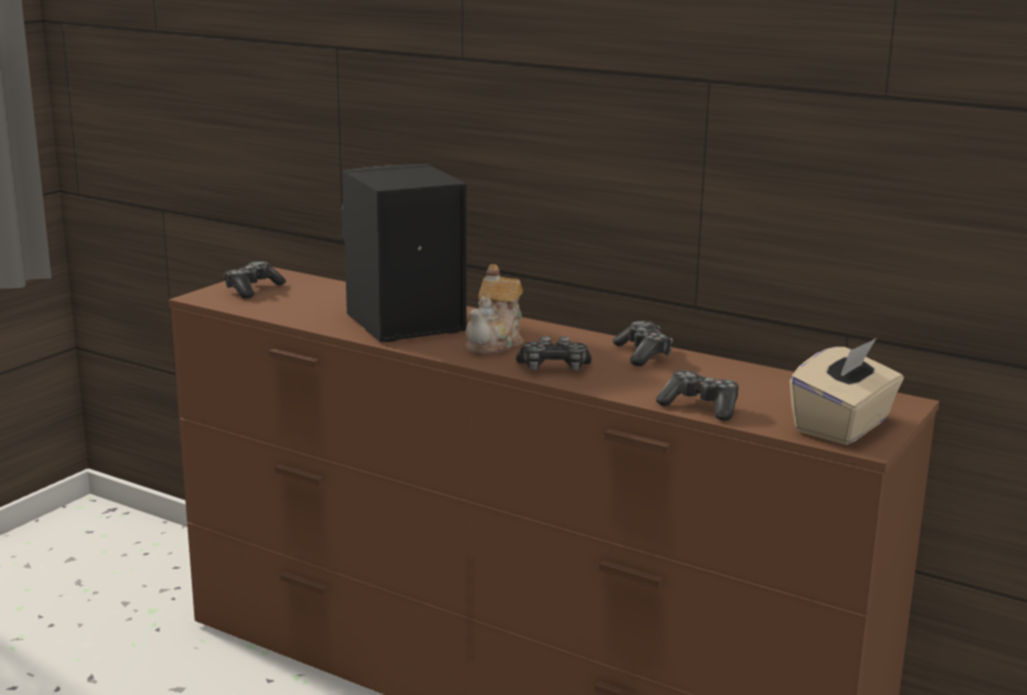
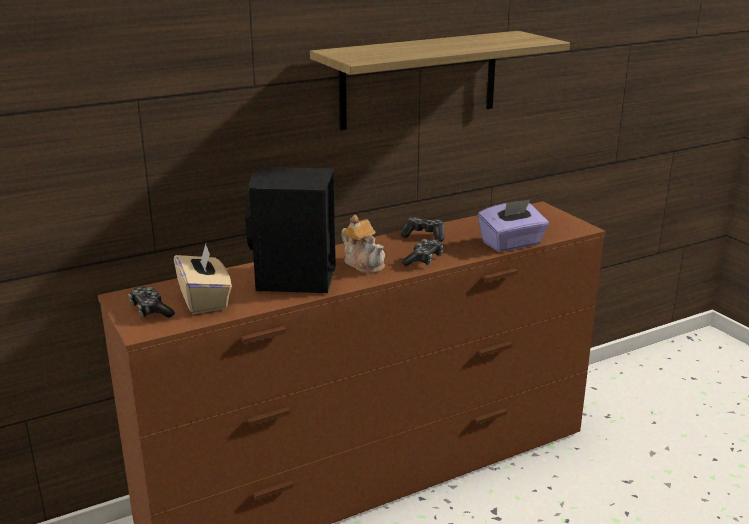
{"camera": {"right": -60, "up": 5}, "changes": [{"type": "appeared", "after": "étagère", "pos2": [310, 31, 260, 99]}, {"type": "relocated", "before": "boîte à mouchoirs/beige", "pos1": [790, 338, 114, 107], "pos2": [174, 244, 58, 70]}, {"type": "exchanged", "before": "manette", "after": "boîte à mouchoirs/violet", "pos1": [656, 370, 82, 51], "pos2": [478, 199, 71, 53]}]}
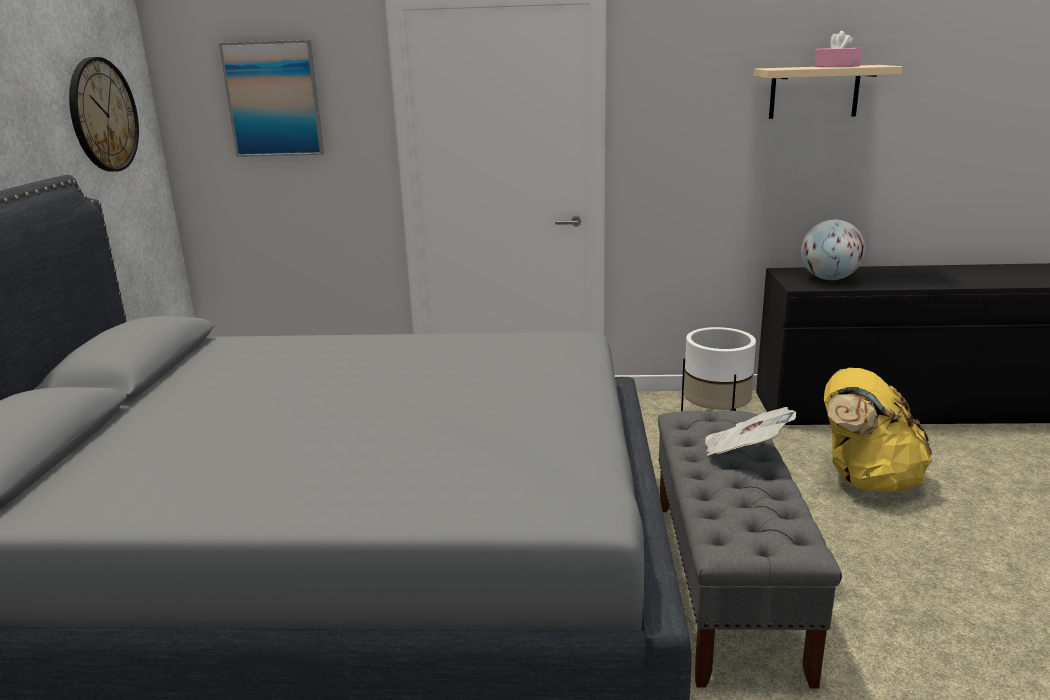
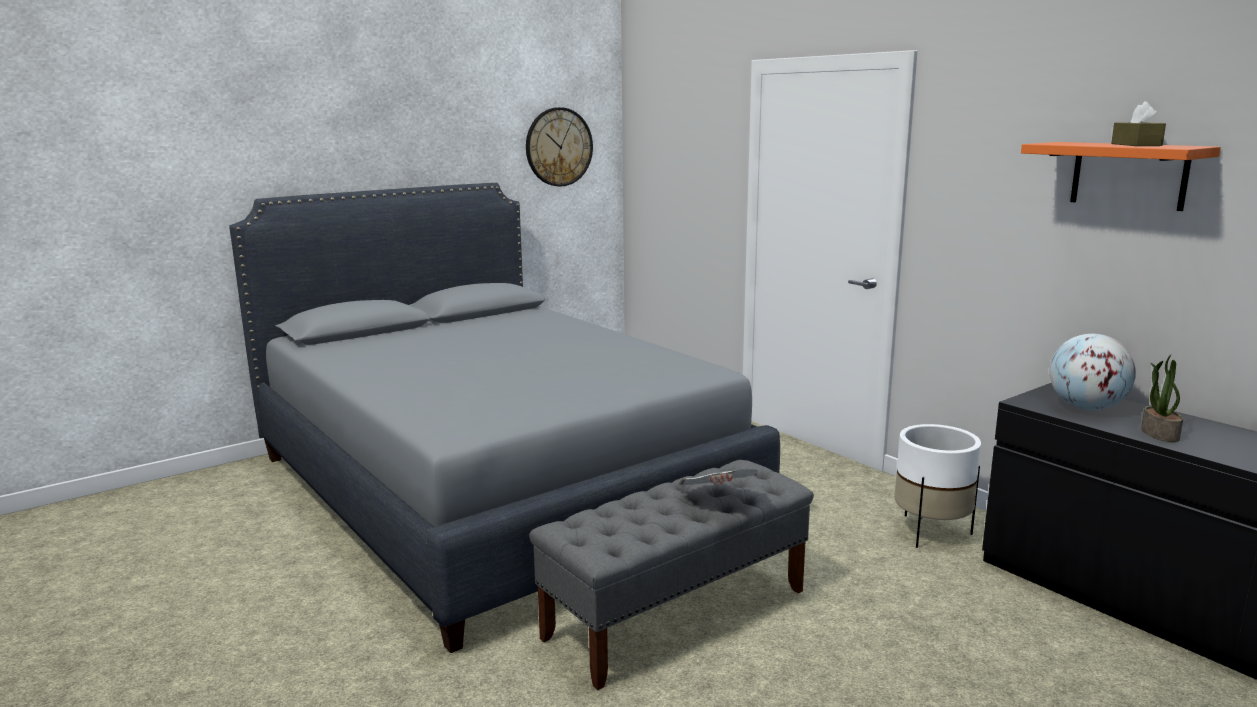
{"camera": {"right": 50, "up": -5}, "changes": [{"type": "missing", "before": "tableau", "pos1": [219, 40, 105, 117]}, {"type": "missing", "before": "sac à dos/jaune", "pos1": [824, 368, 108, 124]}, {"type": "appeared", "after": "plante en pot", "pos2": [1141, 355, 42, 87]}, {"type": "colour", "before": "étagère/beige", "after": "étagère/orange", "pos1": [754, 65, 148, 54], "pos2": [1021, 142, 200, 69]}, {"type": "colour", "before": "boîte à mouchoirs/rose", "after": "boîte à mouchoirs/marron", "pos1": [814, 31, 48, 36], "pos2": [1111, 101, 55, 45]}]}
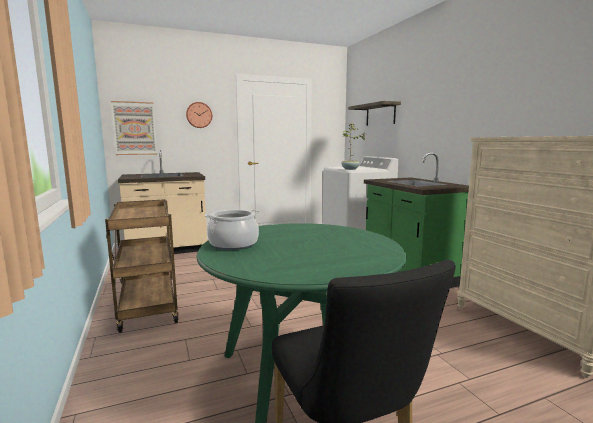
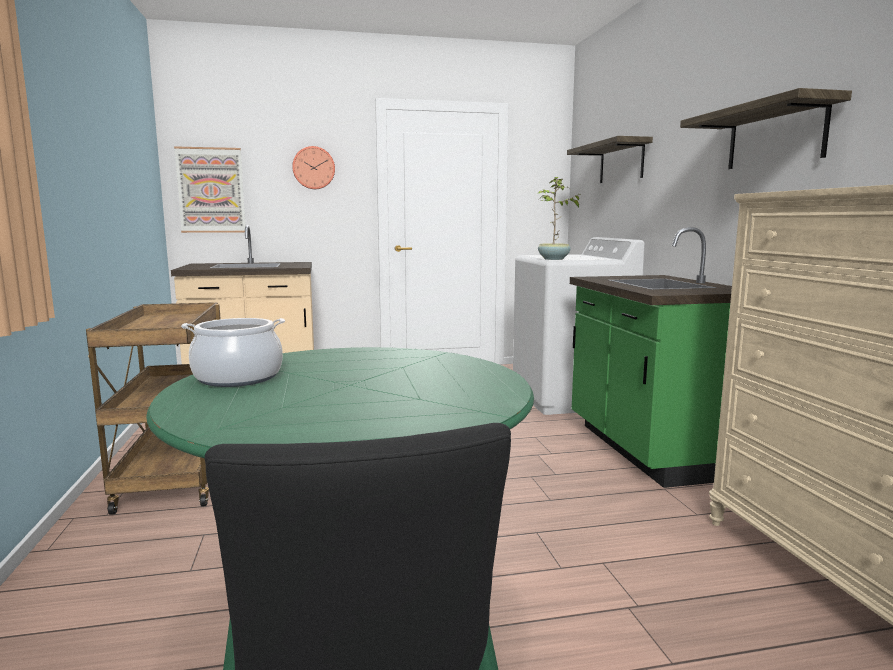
{"camera": {"right": 10, "up": 0}, "changes": [{"type": "appeared", "after": "étagère", "pos2": [680, 88, 172, 81]}]}
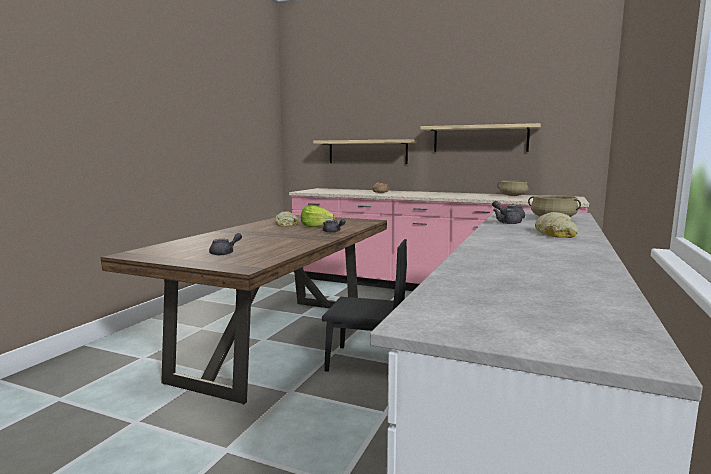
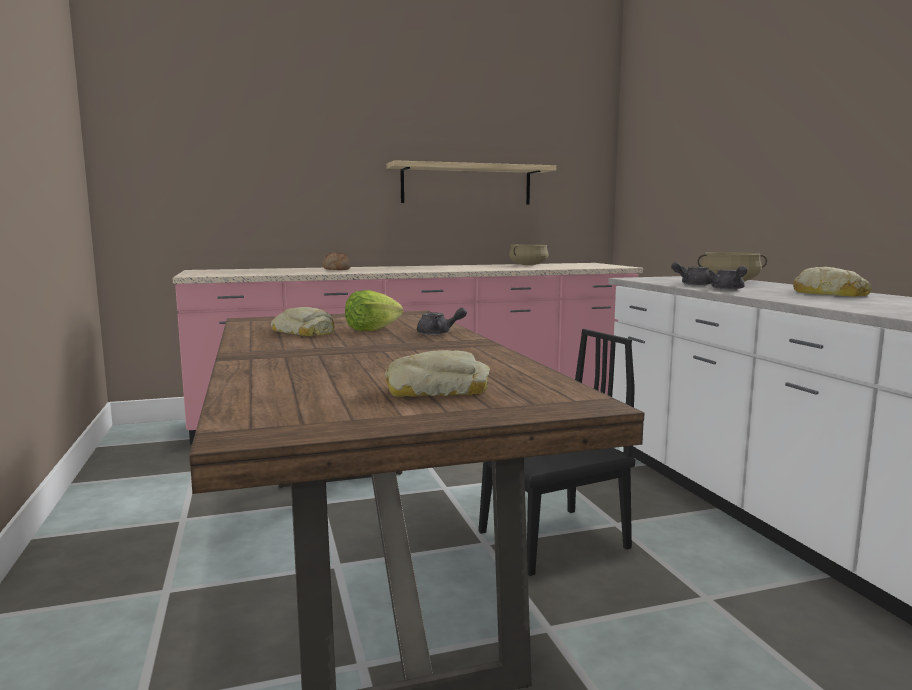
{"camera": {"right": -40, "up": 0}, "changes": [{"type": "missing", "before": "étagère", "pos1": [313, 139, 104, 25]}, {"type": "exchanged", "before": "théière/gris", "after": "pain", "pos1": [209, 233, 33, 22], "pos2": [385, 350, 105, 47]}]}
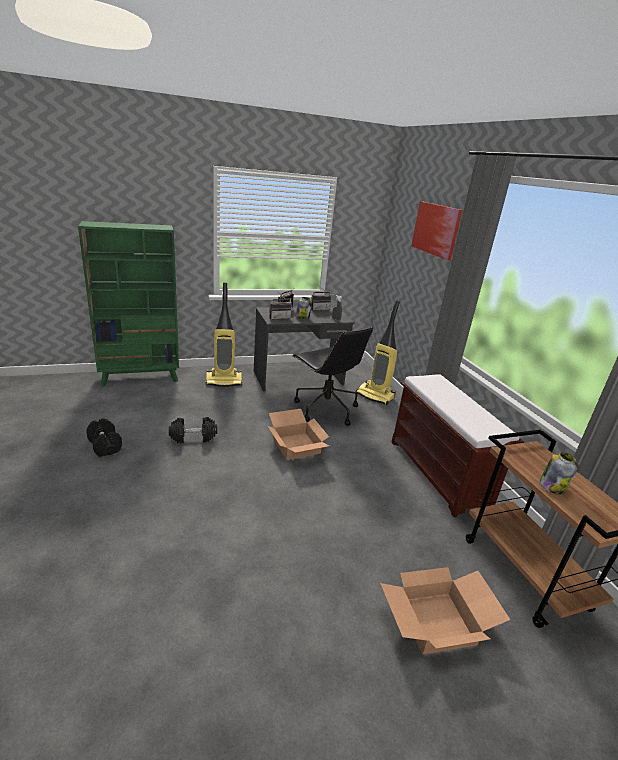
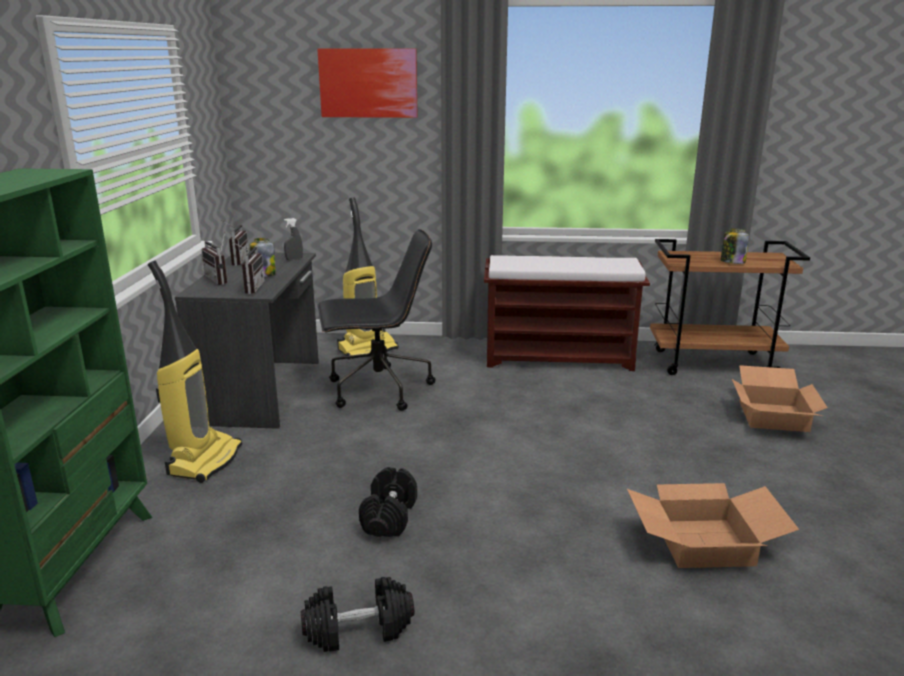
{"camera": {"right": -65, "up": -5}, "changes": [{"type": "relocated", "before": "carton", "pos1": [268, 409, 62, 51], "pos2": [627, 483, 172, 85]}]}
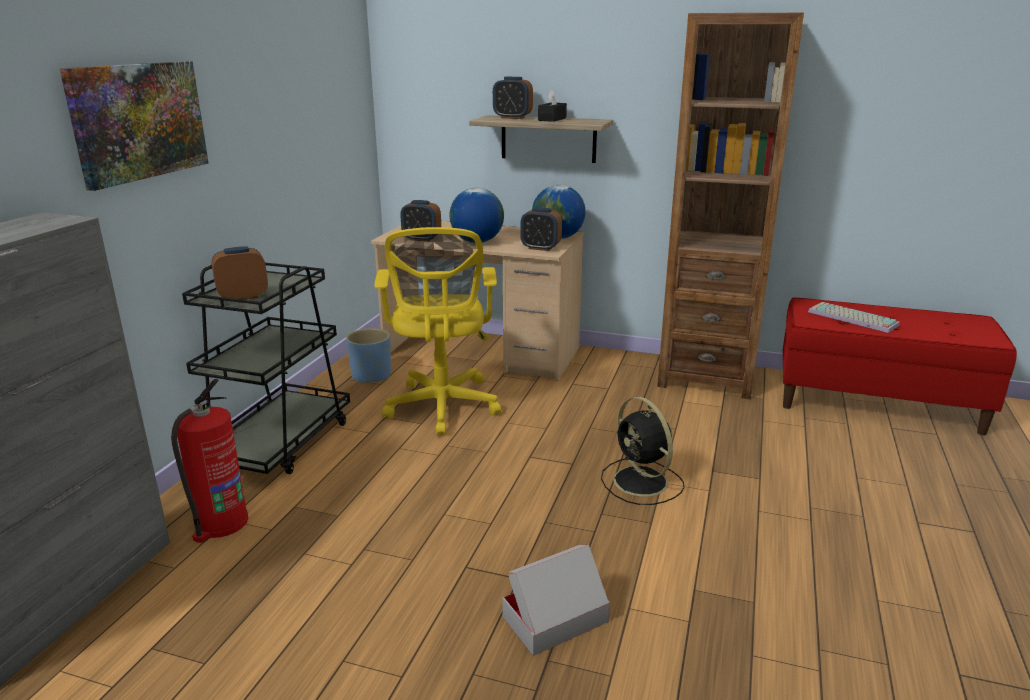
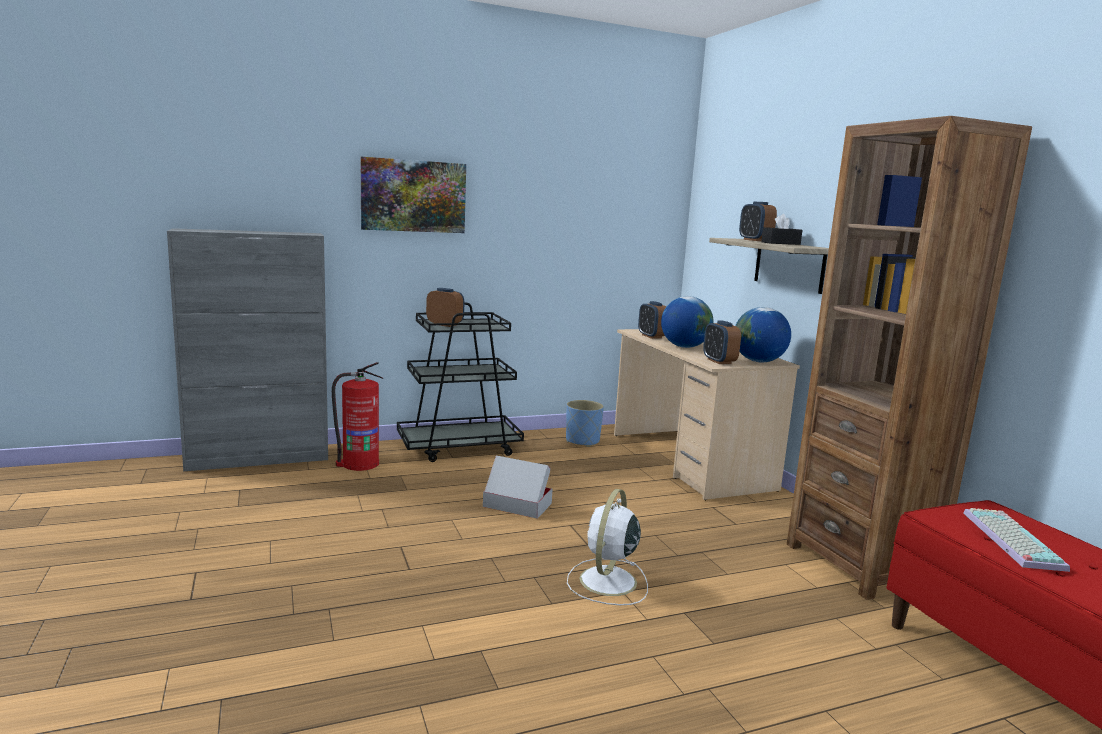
{"camera": {"right": 50, "up": -10}, "changes": [{"type": "missing", "before": "chaise de bureau/jaune", "pos1": [374, 227, 127, 209]}, {"type": "relocated", "before": "carton", "pos1": [502, 545, 108, 111], "pos2": [483, 456, 70, 63]}, {"type": "colour", "before": "ventilateur/noir", "after": "ventilateur/blanc", "pos1": [601, 397, 83, 108], "pos2": [567, 489, 81, 116]}]}
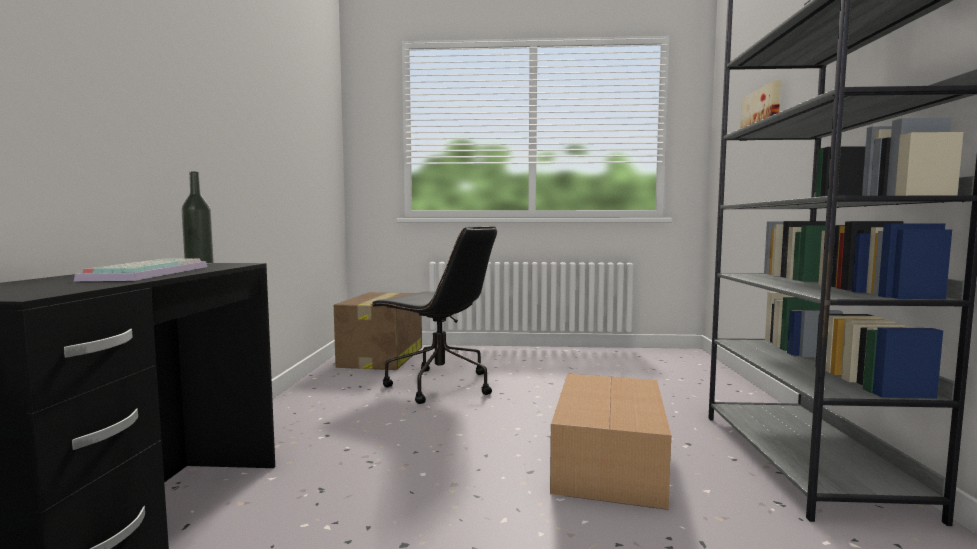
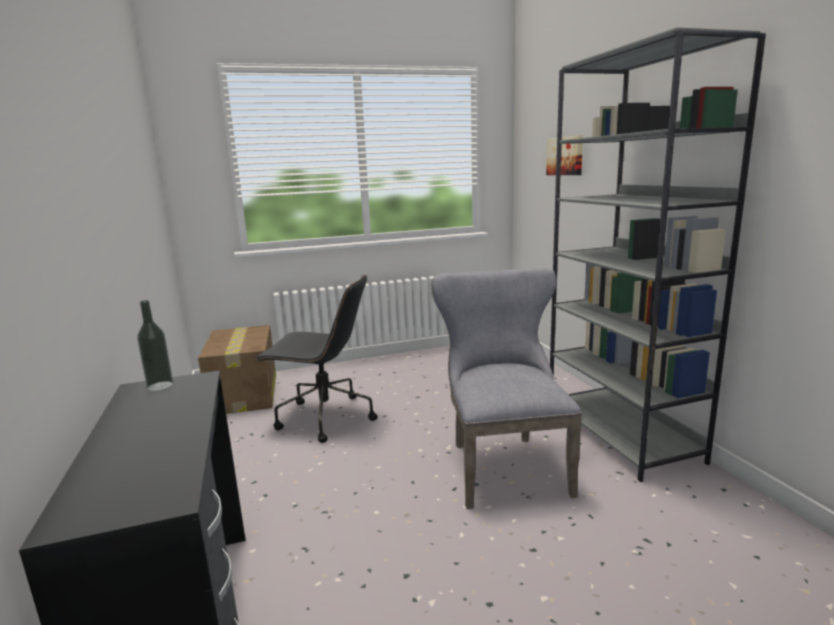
{"camera": {"right": -20, "up": 10}, "changes": [{"type": "missing", "before": "clavier", "pos1": [74, 258, 133, 23]}, {"type": "exchanged", "before": "carton", "after": "chaise/gris", "pos1": [550, 374, 121, 136], "pos2": [432, 268, 150, 241]}]}
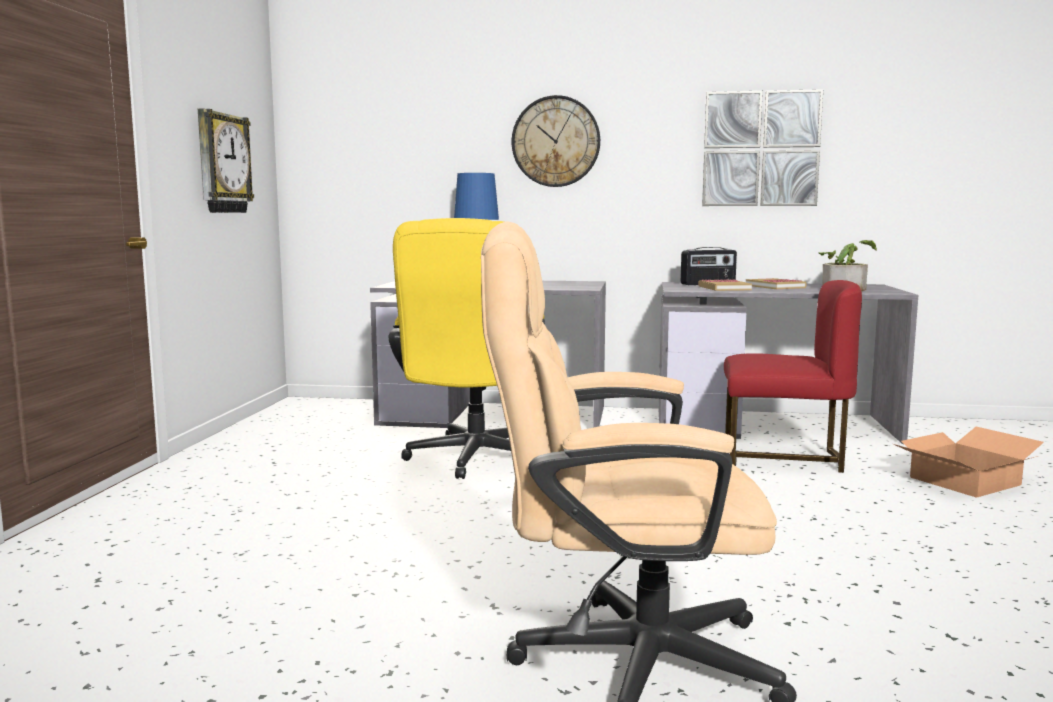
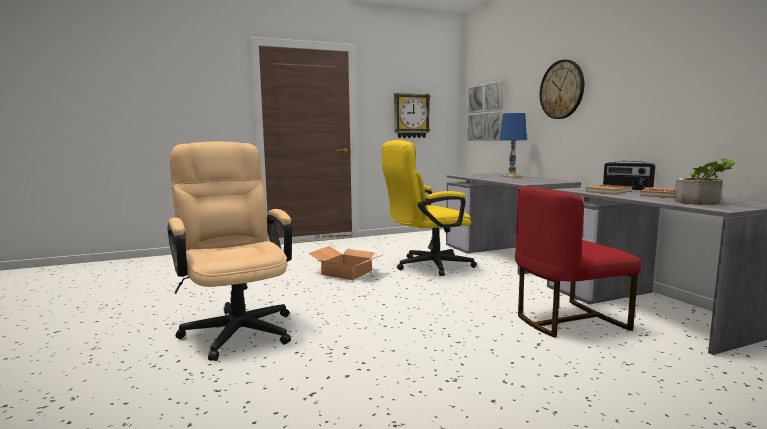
{"camera": {"right": 60, "up": 0}, "changes": [{"type": "relocated", "before": "tableau", "pos1": [702, 89, 121, 117], "pos2": [468, 81, 35, 60]}, {"type": "relocated", "before": "carton", "pos1": [893, 427, 151, 71], "pos2": [308, 246, 76, 34]}, {"type": "spun", "before": "chaise/rouge", "pos1": [724, 280, 138, 193], "pos2": [515, 187, 126, 151], "turn": 90}]}
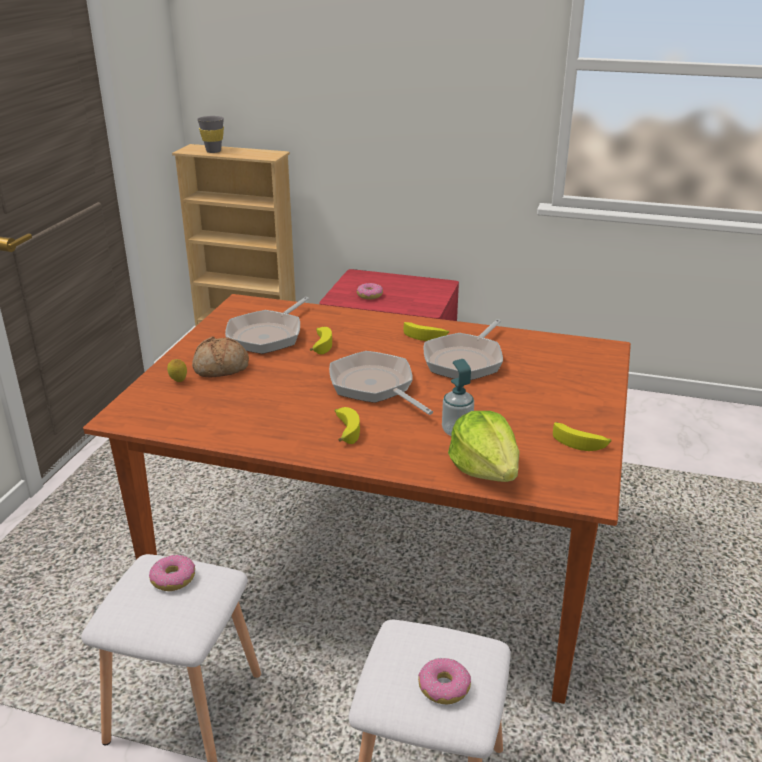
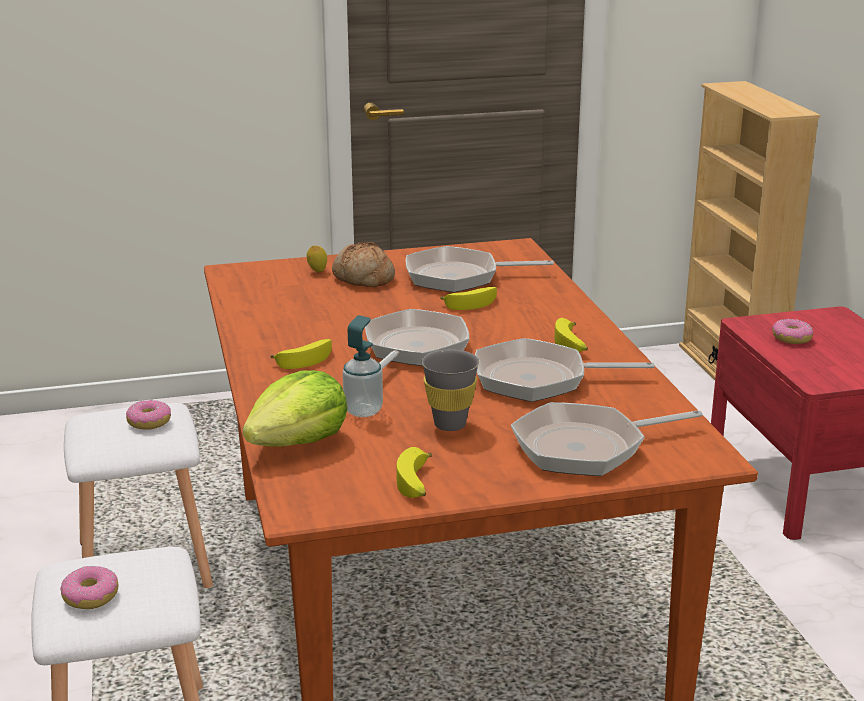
{"camera": {"right": 60, "up": -5}, "changes": [{"type": "appeared", "after": "poêle", "pos2": [511, 402, 192, 74]}, {"type": "relocated", "before": "tasse/gris", "pos1": [197, 116, 27, 37], "pos2": [421, 349, 58, 82]}]}
